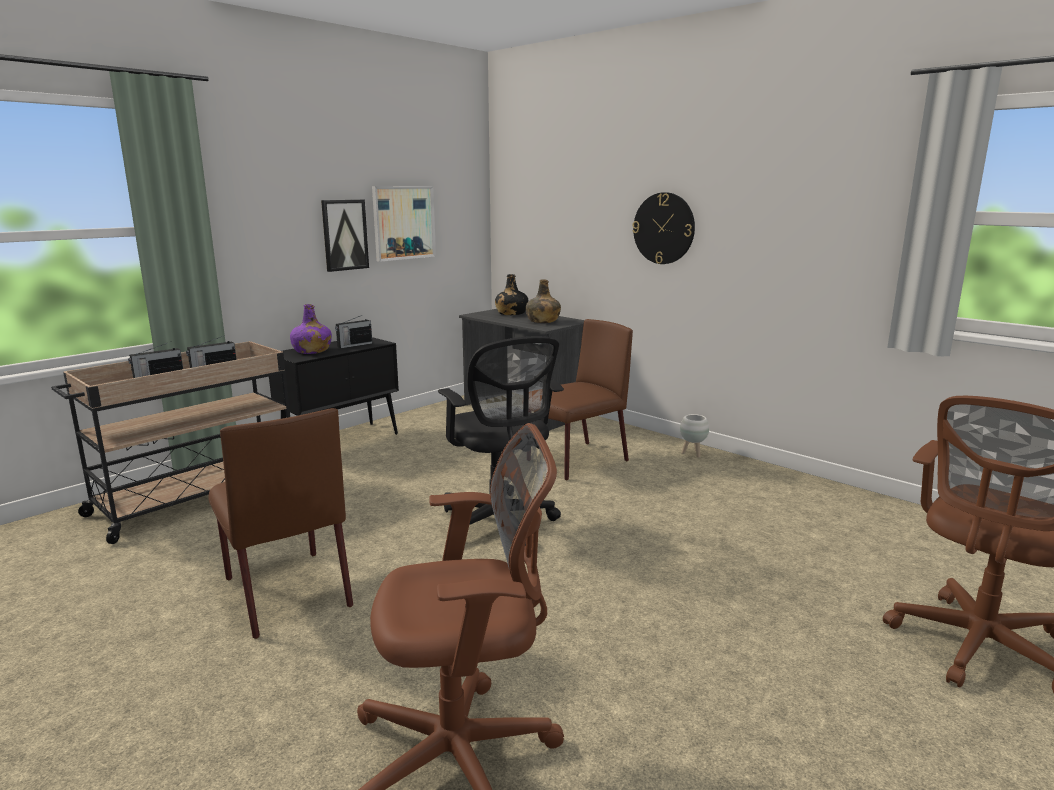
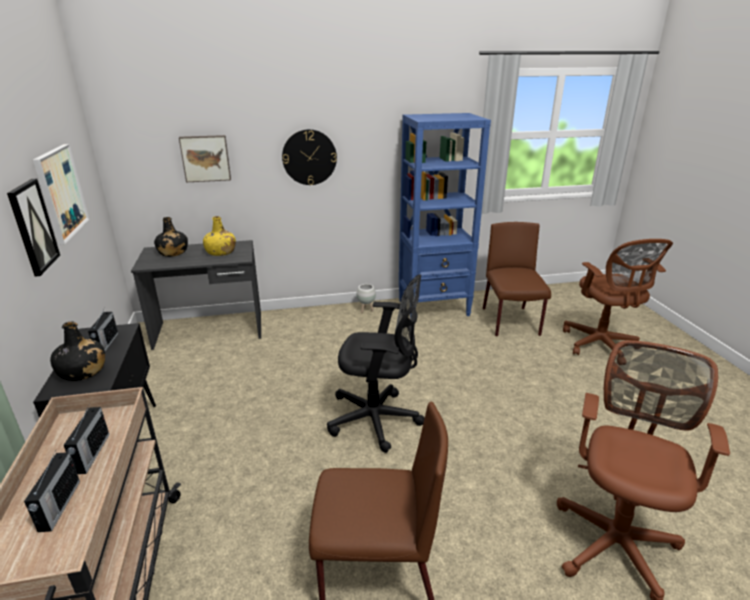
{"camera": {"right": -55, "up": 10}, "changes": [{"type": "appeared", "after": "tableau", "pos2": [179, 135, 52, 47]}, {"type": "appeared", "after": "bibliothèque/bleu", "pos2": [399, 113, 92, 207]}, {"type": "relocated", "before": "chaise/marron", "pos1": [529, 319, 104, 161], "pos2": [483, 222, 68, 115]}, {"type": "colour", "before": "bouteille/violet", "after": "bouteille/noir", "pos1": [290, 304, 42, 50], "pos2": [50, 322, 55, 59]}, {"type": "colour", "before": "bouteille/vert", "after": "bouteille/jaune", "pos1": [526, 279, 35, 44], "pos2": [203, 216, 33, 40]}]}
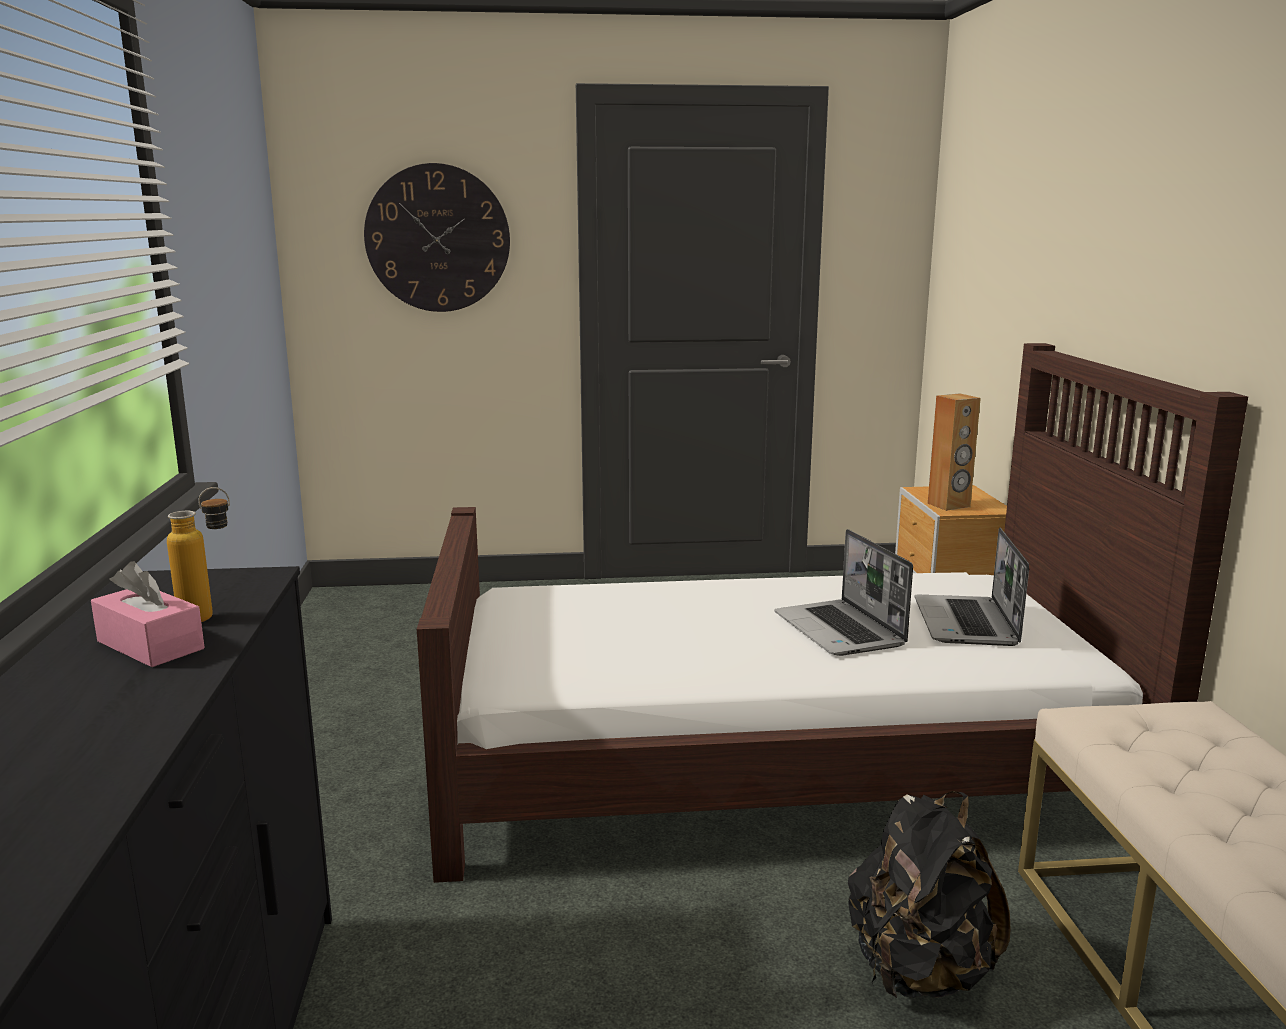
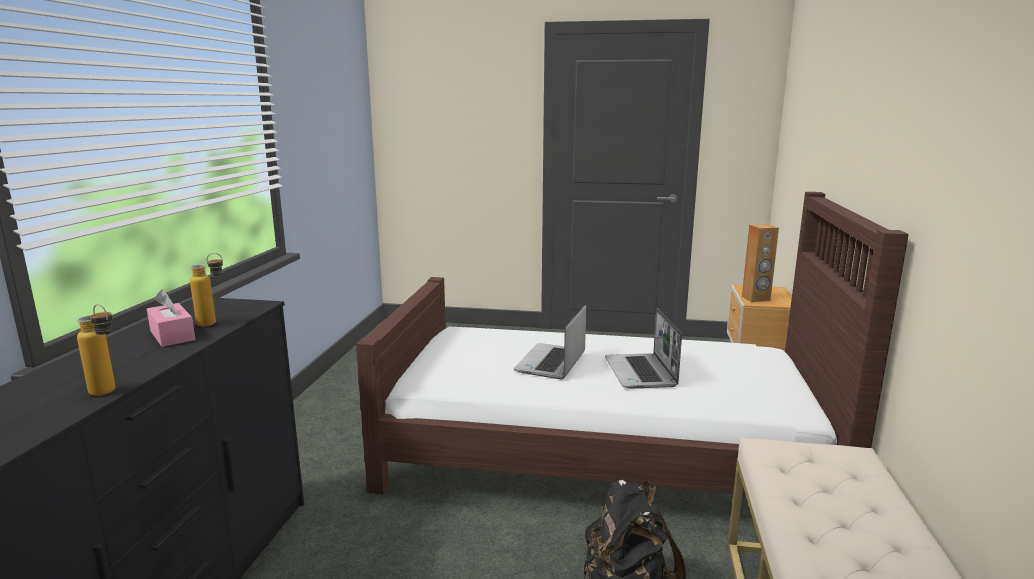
{"camera": {"right": 15, "up": 0}, "changes": [{"type": "missing", "before": "horloge murale", "pos1": [364, 163, 146, 149]}, {"type": "appeared", "after": "bouteille", "pos2": [77, 304, 38, 92]}, {"type": "relocated", "before": "ordinateur portable", "pos1": [915, 528, 114, 118], "pos2": [514, 305, 72, 74]}]}
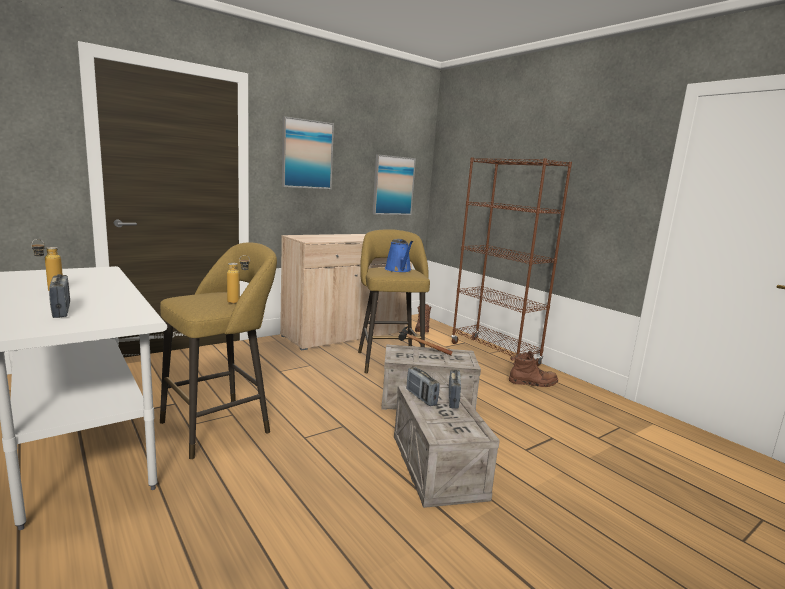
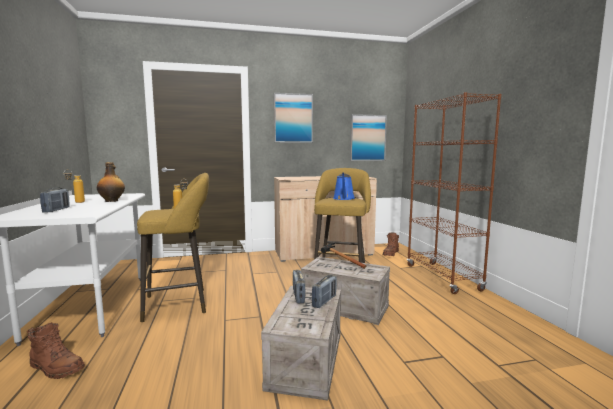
{"camera": {"right": 25, "up": -5}, "changes": [{"type": "appeared", "after": "bouteille", "pos2": [97, 162, 28, 40]}, {"type": "relocated", "before": "botte/marron", "pos1": [509, 351, 49, 36], "pos2": [27, 322, 58, 57]}]}
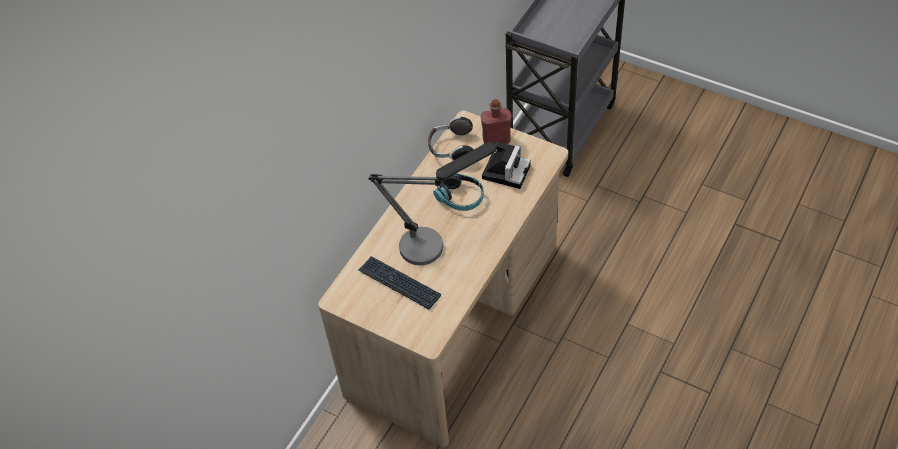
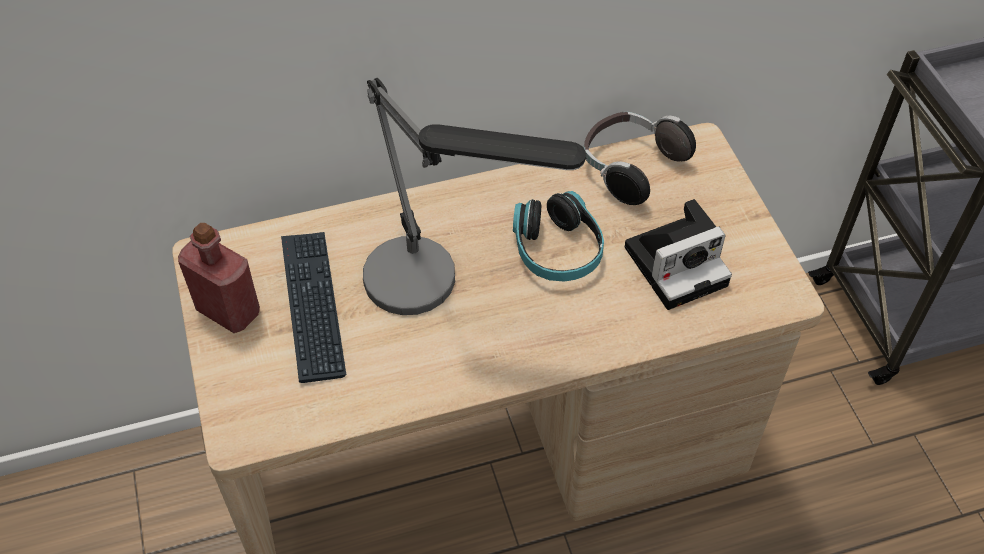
{"camera": {"right": 40, "up": 0}, "changes": [{"type": "relocated", "before": "bouteille/rouge", "pos1": [481, 99, 31, 45], "pos2": [178, 223, 82, 110]}]}
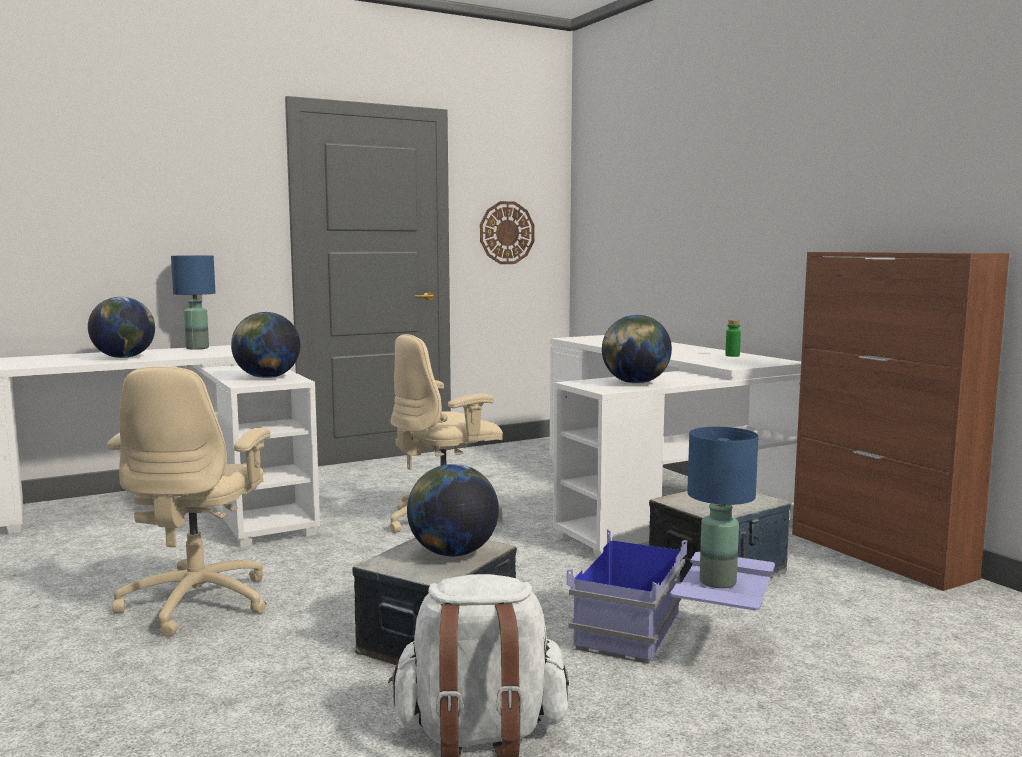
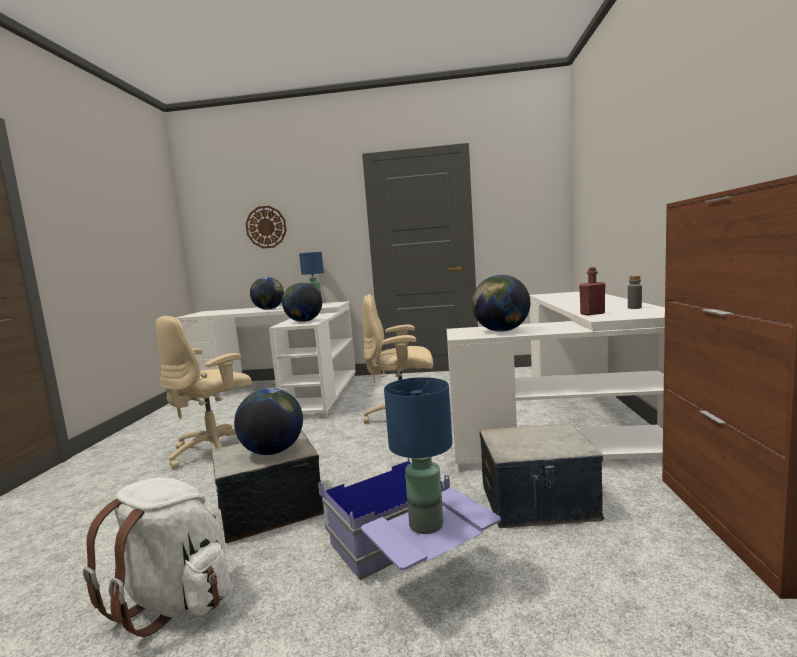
{"camera": {"right": 35, "up": 0}, "changes": [{"type": "appeared", "after": "bouteille/rouge", "pos2": [579, 267, 27, 48]}, {"type": "relocated", "before": "horloge murale", "pos1": [480, 201, 54, 63], "pos2": [245, 206, 42, 43]}, {"type": "colour", "before": "bouteille/vert", "after": "bouteille/gris", "pos1": [725, 320, 16, 37], "pos2": [628, 276, 14, 33]}]}
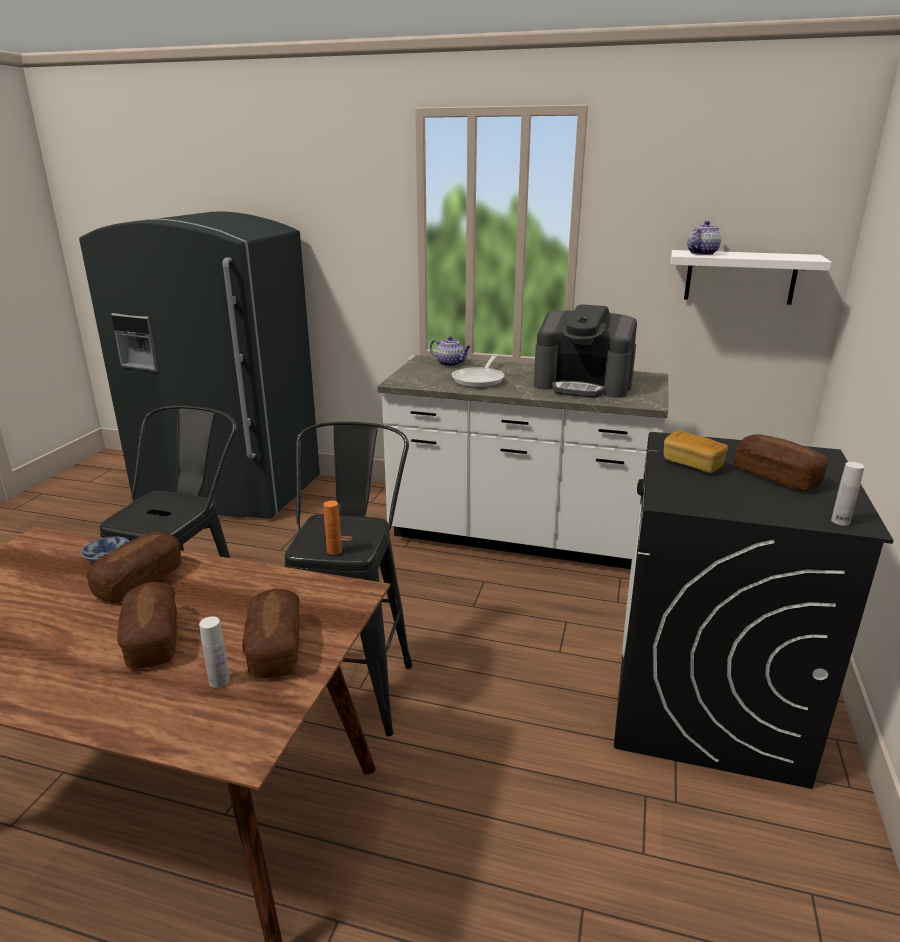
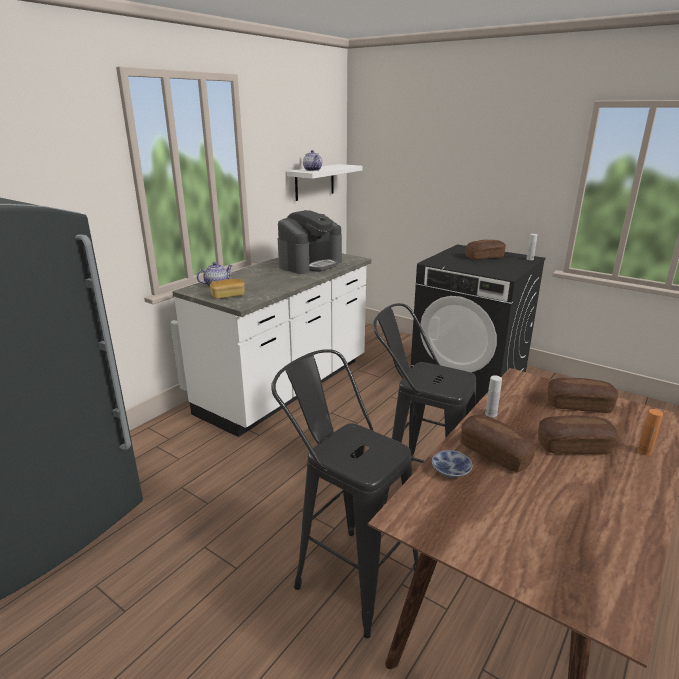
{"camera": {"right": -70, "up": 0}, "changes": [{"type": "missing", "before": "poêle", "pos1": [451, 354, 54, 34]}, {"type": "relocated", "before": "bouteille/blanc", "pos1": [199, 616, 31, 72], "pos2": [485, 375, 17, 42]}, {"type": "relocated", "before": "bouteille/orange", "pos1": [323, 501, 19, 54], "pos2": [637, 409, 26, 47]}, {"type": "relocated", "before": "pain", "pos1": [664, 431, 64, 42], "pos2": [210, 279, 35, 20]}]}
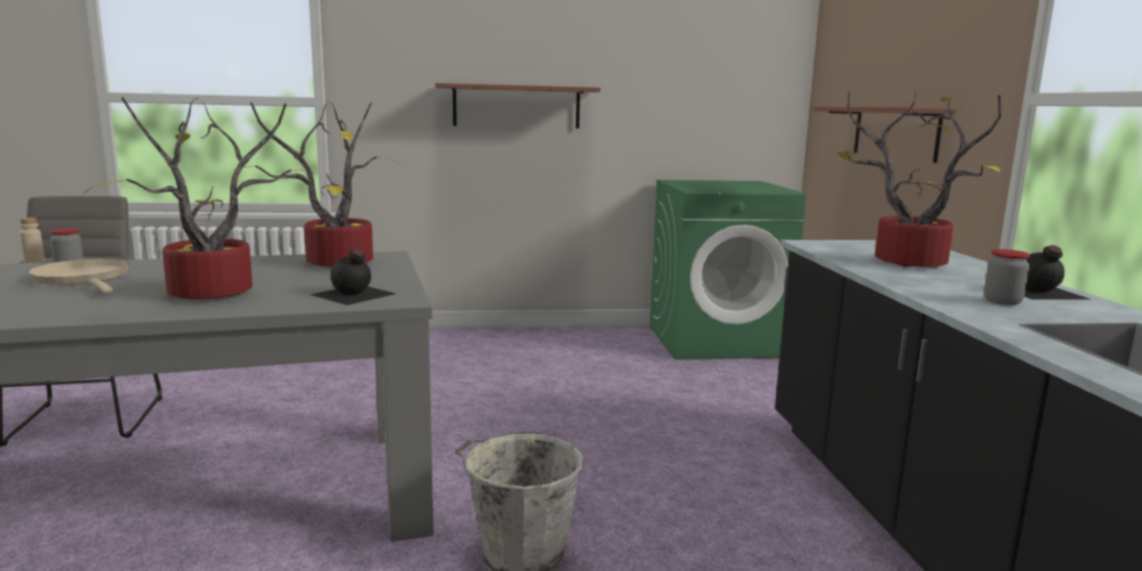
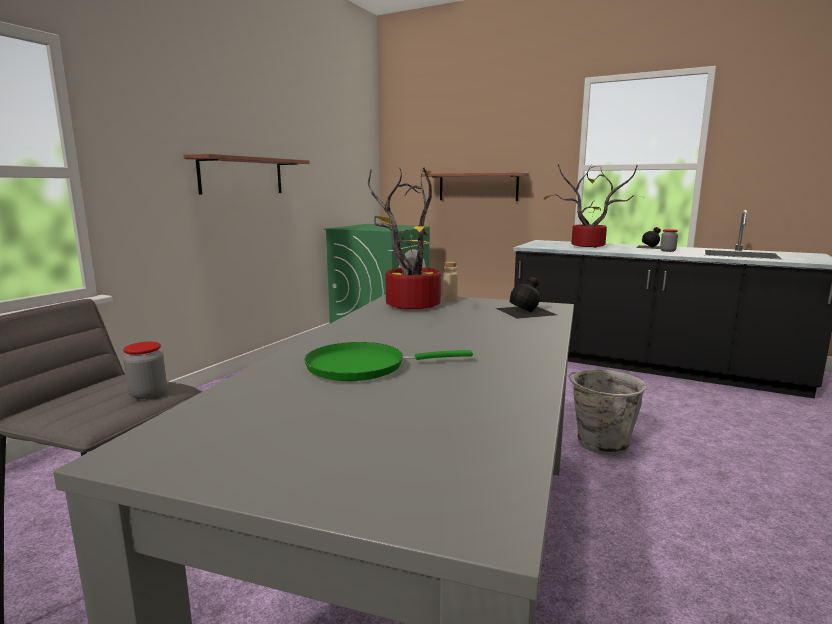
{"camera": {"right": -55, "up": 0}, "changes": [{"type": "missing", "before": "plante en pot", "pos1": [83, 97, 229, 202]}, {"type": "relocated", "before": "bouteille/beige", "pos1": [20, 218, 25, 45], "pos2": [443, 261, 15, 41]}, {"type": "colour", "before": "poêle/beige", "after": "poêle/vert", "pos1": [28, 259, 101, 34], "pos2": [304, 342, 169, 39]}]}
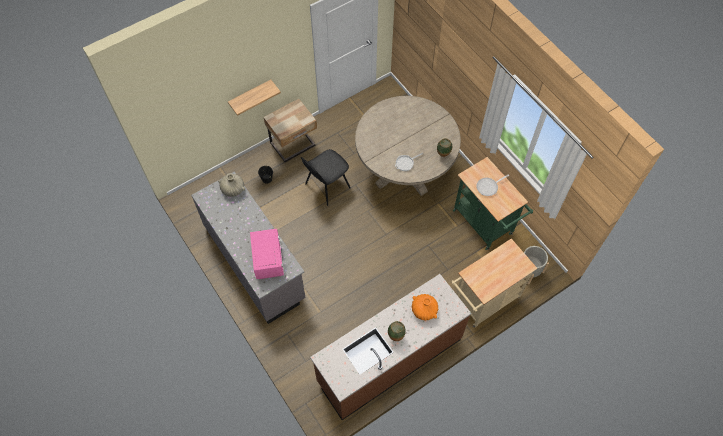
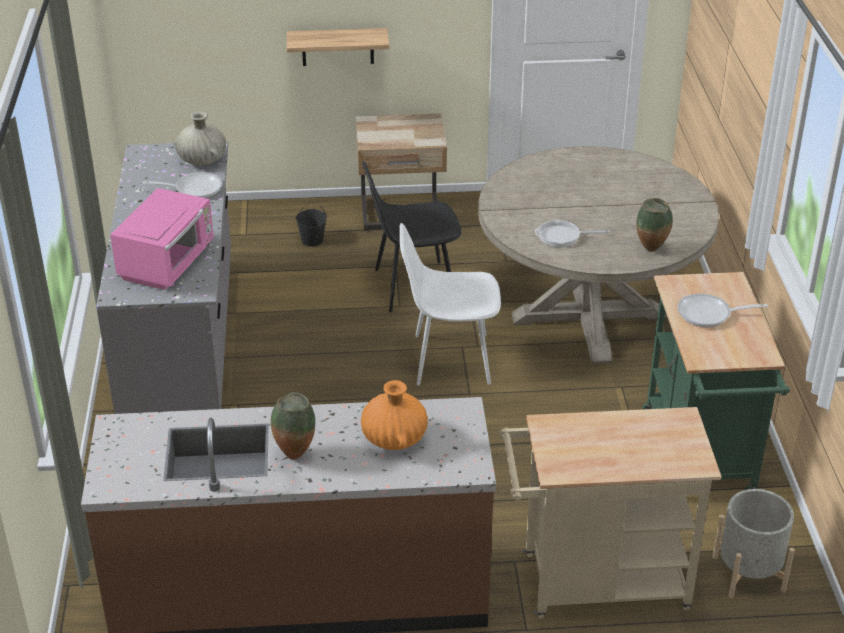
{"camera": {"right": 30, "up": -25}, "changes": [{"type": "appeared", "after": "poêle", "pos2": [143, 172, 80, 26]}, {"type": "appeared", "after": "chaise/blanc", "pos2": [399, 223, 102, 162]}]}
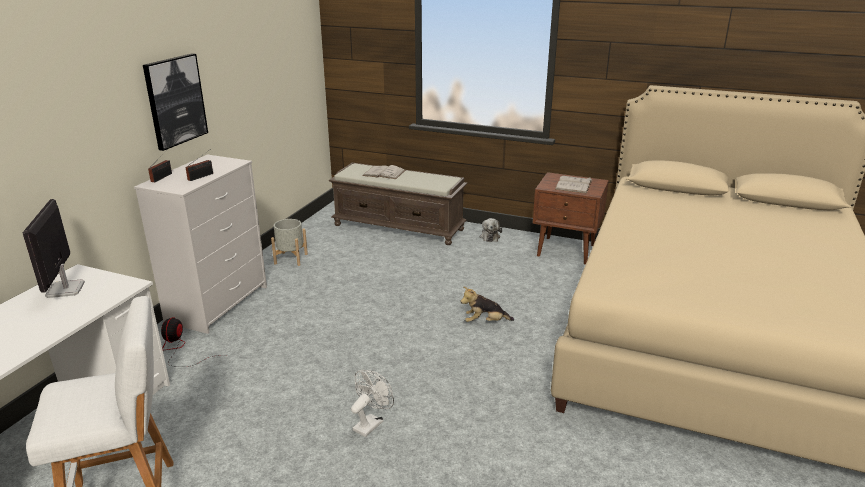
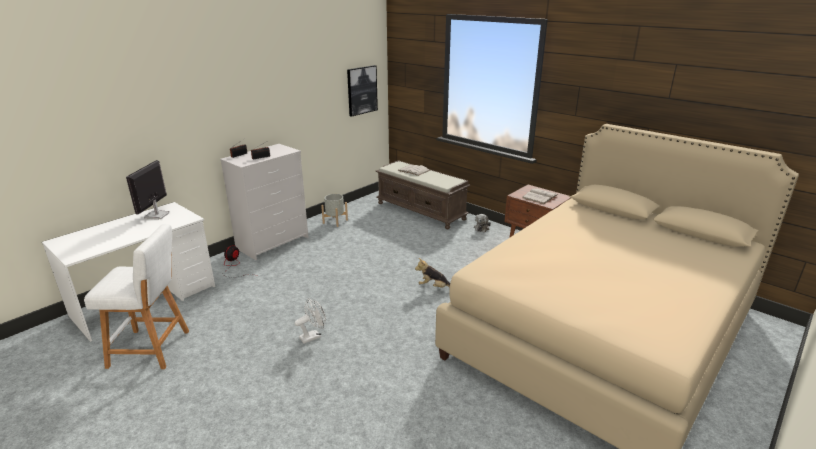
{"camera": {"right": 20, "up": 0}, "changes": [{"type": "relocated", "before": "tableau", "pos1": [143, 53, 65, 98], "pos2": [347, 65, 31, 52]}]}
